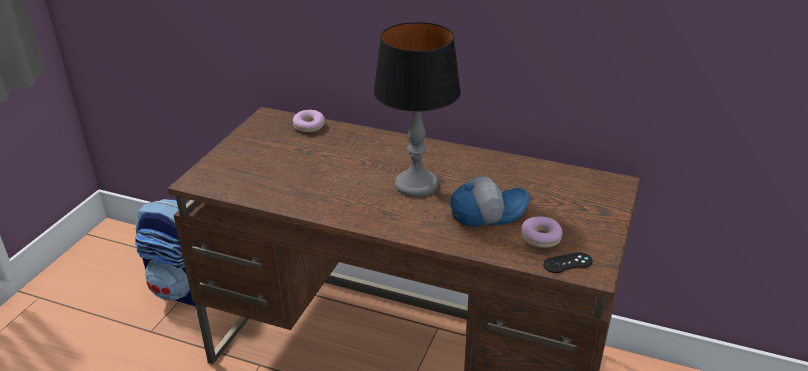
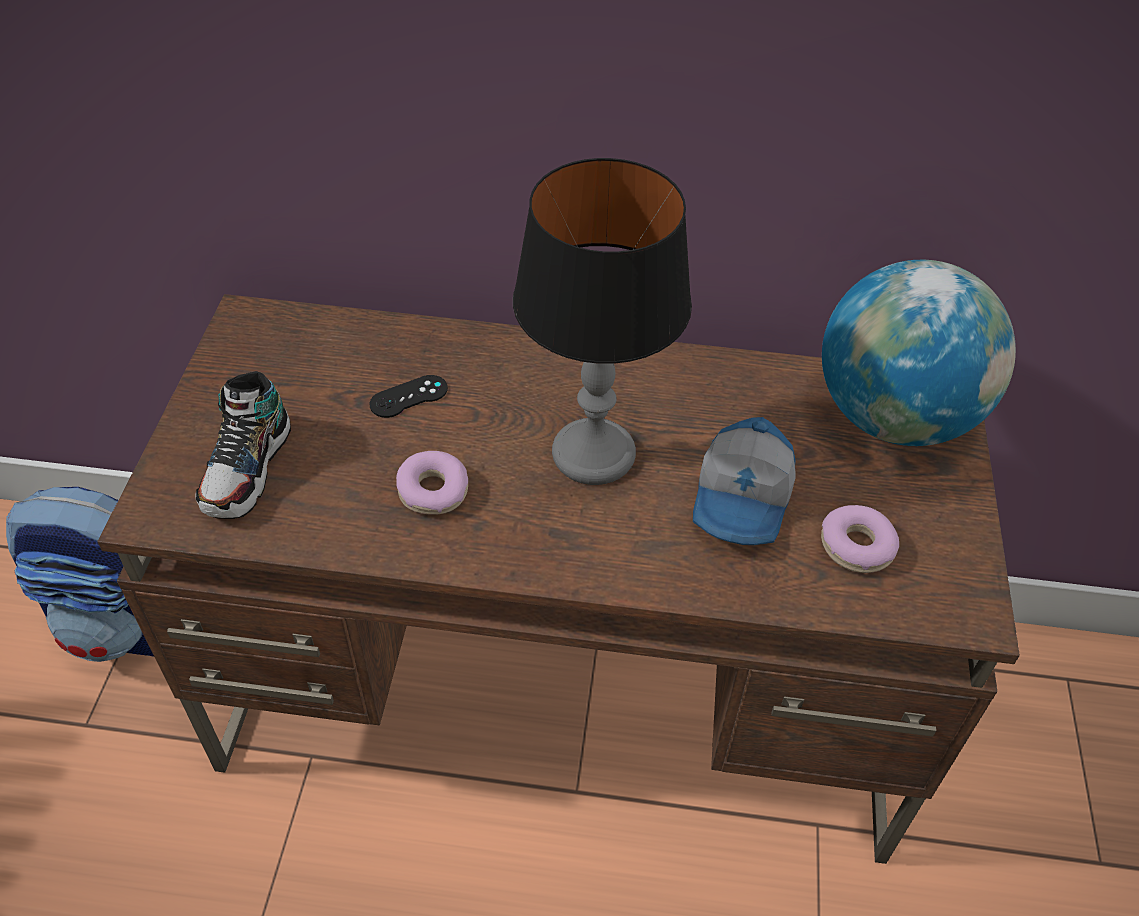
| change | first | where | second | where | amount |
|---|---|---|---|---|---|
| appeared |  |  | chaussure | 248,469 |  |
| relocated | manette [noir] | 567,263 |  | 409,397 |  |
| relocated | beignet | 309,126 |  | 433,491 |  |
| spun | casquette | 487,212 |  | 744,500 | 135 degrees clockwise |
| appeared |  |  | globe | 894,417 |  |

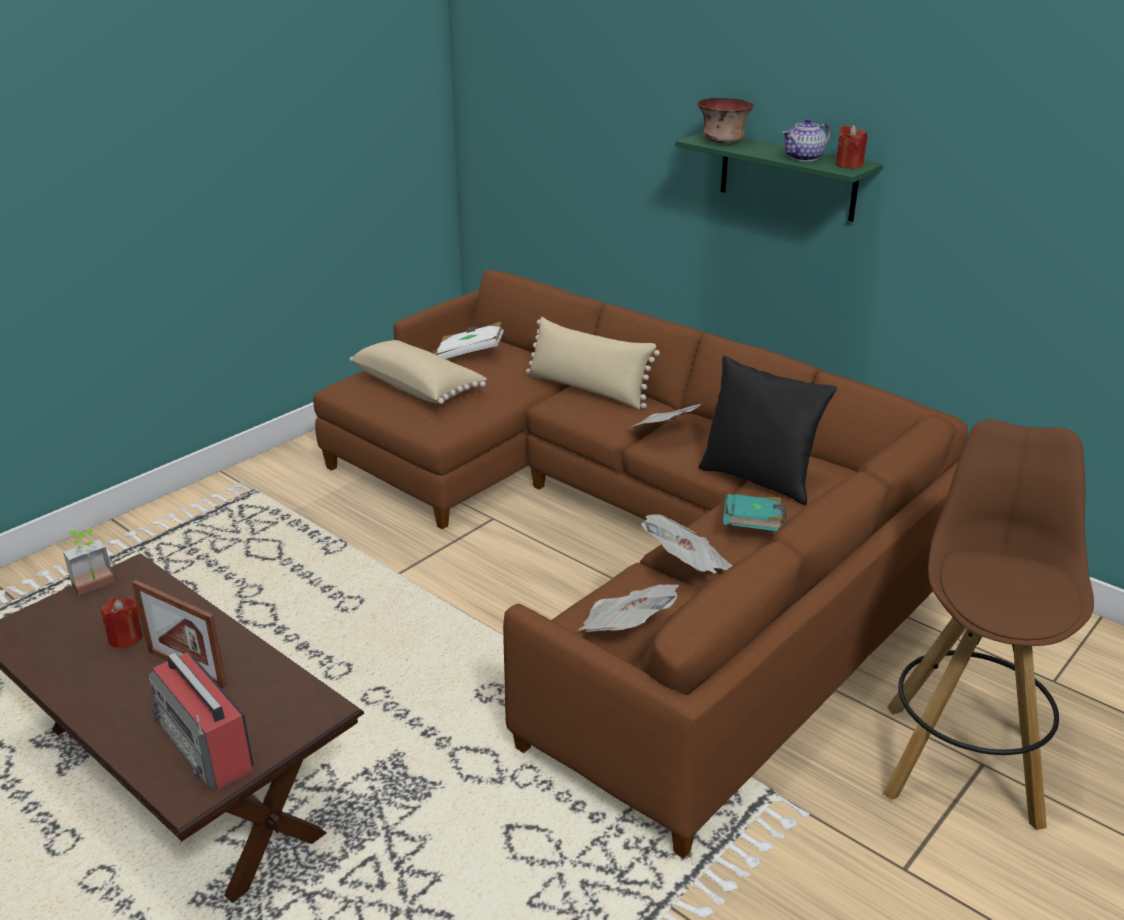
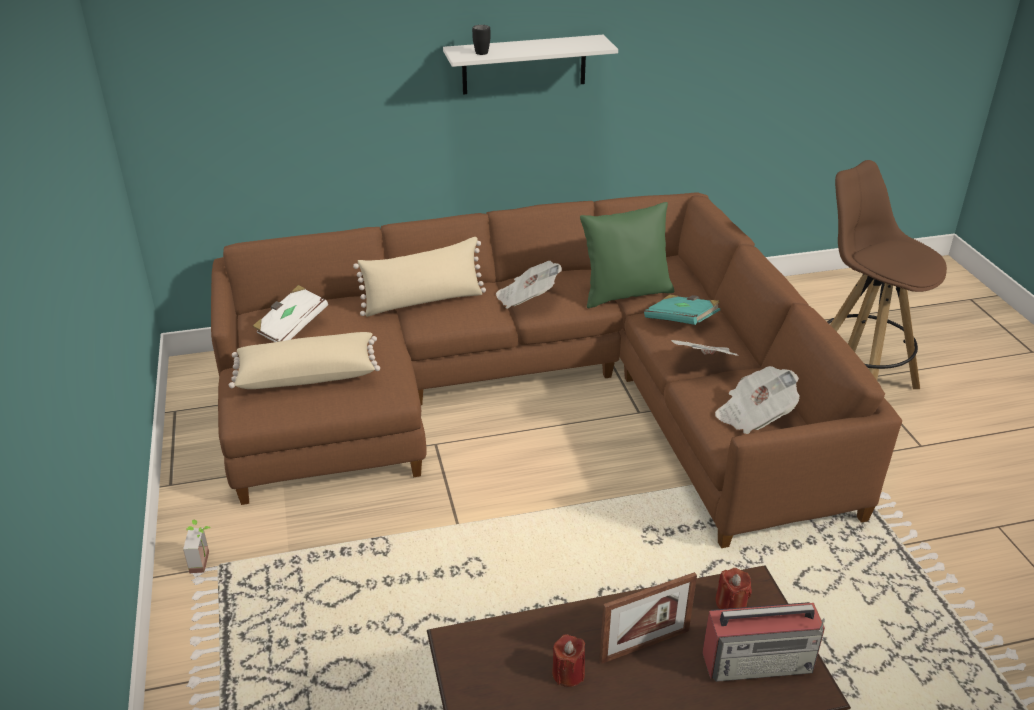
| change | first | where | second | where | amount |
|---|---|---|---|---|---|
| relocated | plante en pot | 96,587 |  | 205,562 |  |
| colour | étagère [vert] | 787,176 | étagère [blanc] | 524,64 |  |
| exchanged | bol | 722,141 | mug [noir] | 480,51 |  |
| colour | coussin [noir] | 758,479 | coussin [vert] | 625,294 |  |
| relocated | bougie [rouge] | 849,165 |  | 731,604 |  |
| missing | théière | 804,158 |  |  |  |

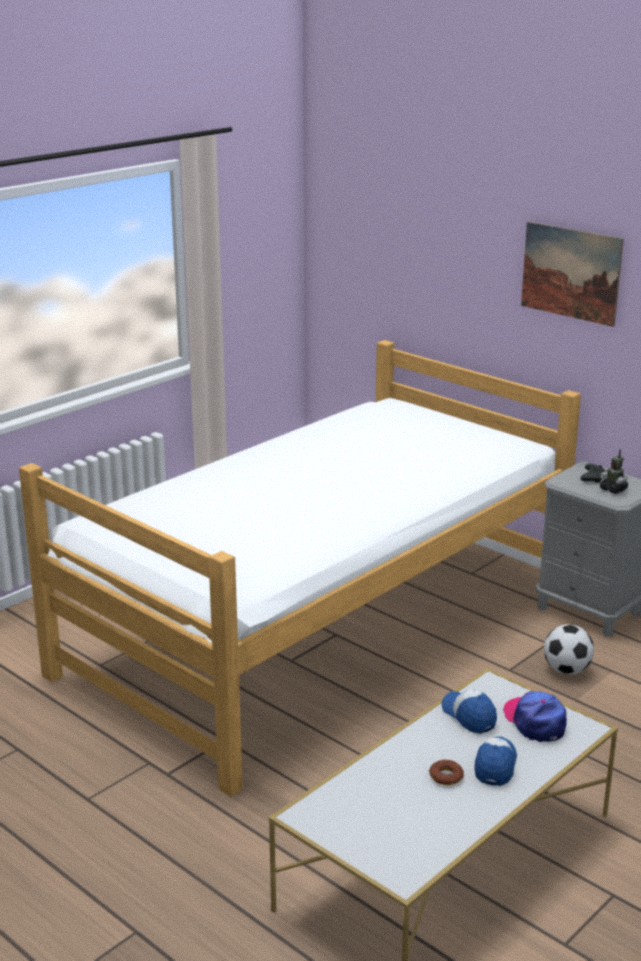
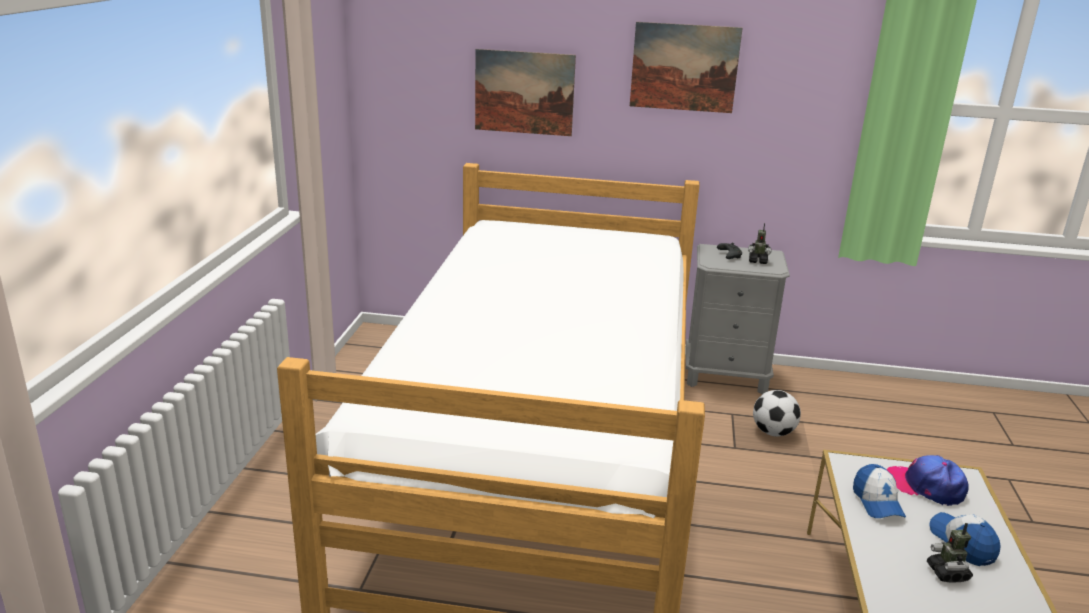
| change | first | where | second | where | amount |
|---|---|---|---|---|---|
| appeared |  |  | tableau | 524,92 |  |
| spun | casquette | 469,716 |  | 877,502 | 120 degrees counterclockwise |
| exchanged | beignet | 446,776 | robot jouet | 947,573 |  |

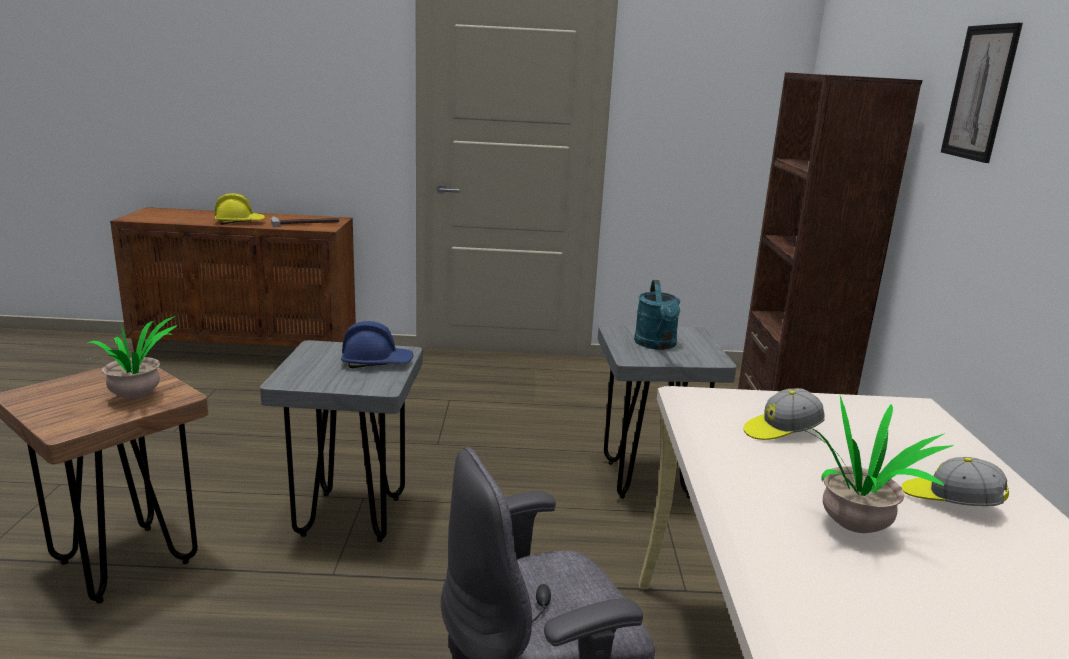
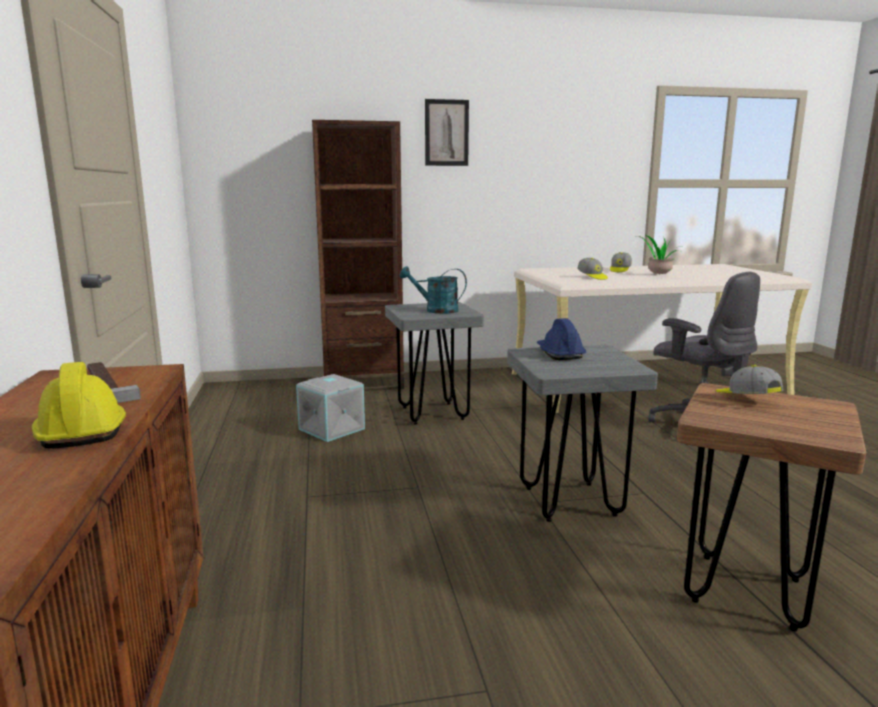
| change | first | where | second | where | amount |
|---|---|---|---|---|---|
| appeared |  |  | boîte de rangement [gris] | 333,429 |  |
| spun | arrosoir [turquoise] | 657,345 |  | 436,310 | 150 degrees counterclockwise |
| exchanged | plante en pot | 139,398 | casquette | 746,399 |  |

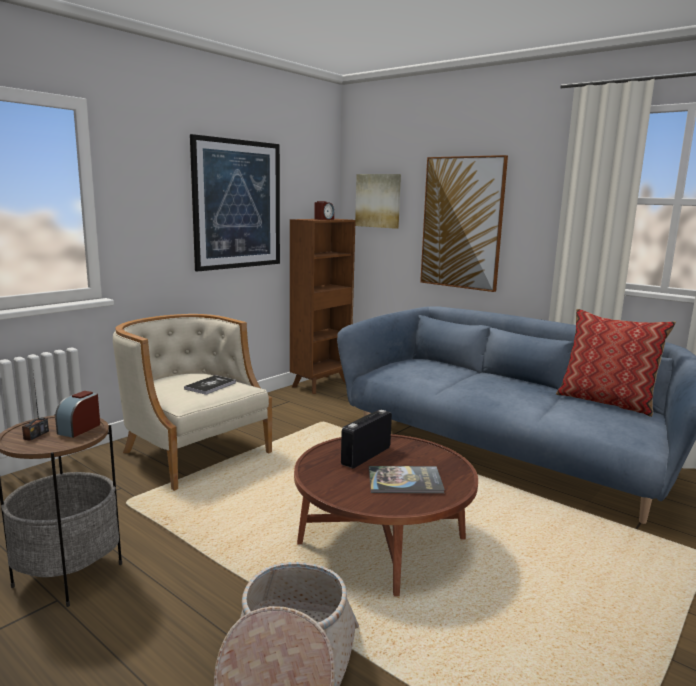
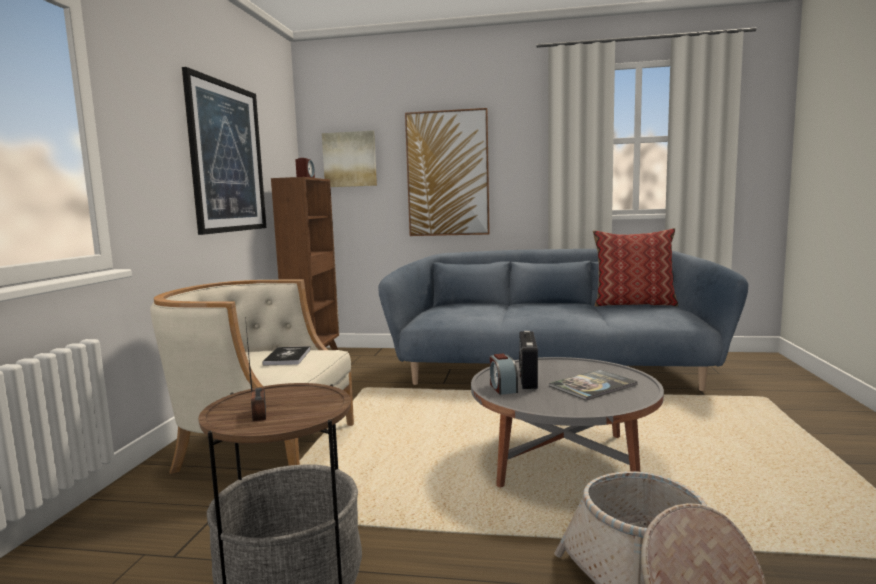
| change | first | where | second | where | amount |
|---|---|---|---|---|---|
| colour | table basse [marron] | 382,542 | table basse [gris] | 563,460 |  |
| relocated | réveil | 79,429 |  | 502,388 |  |

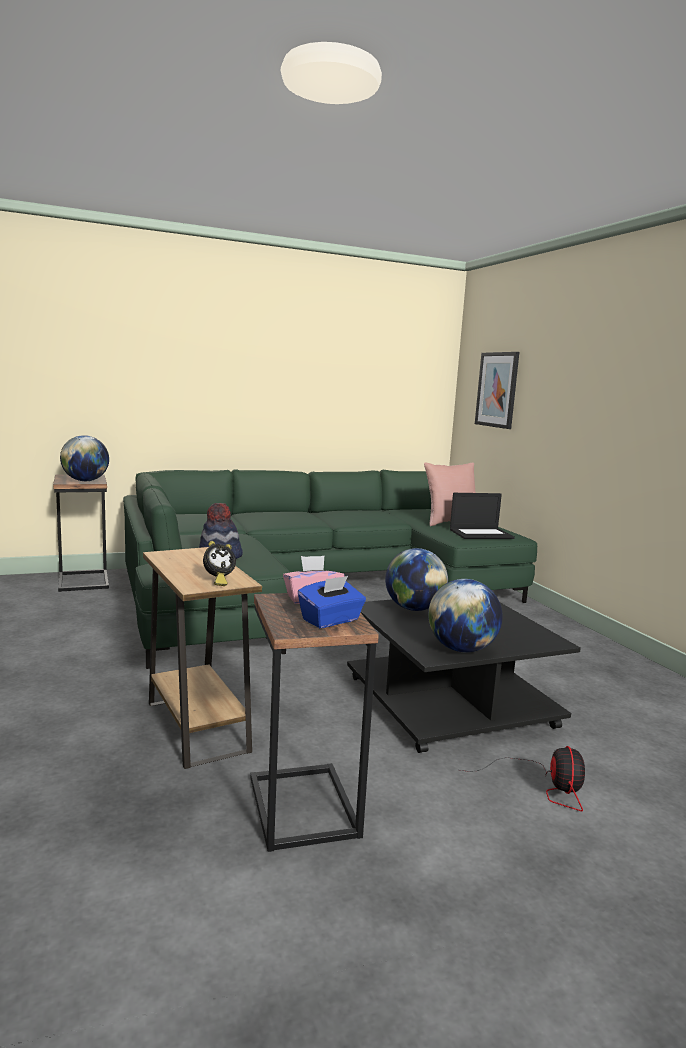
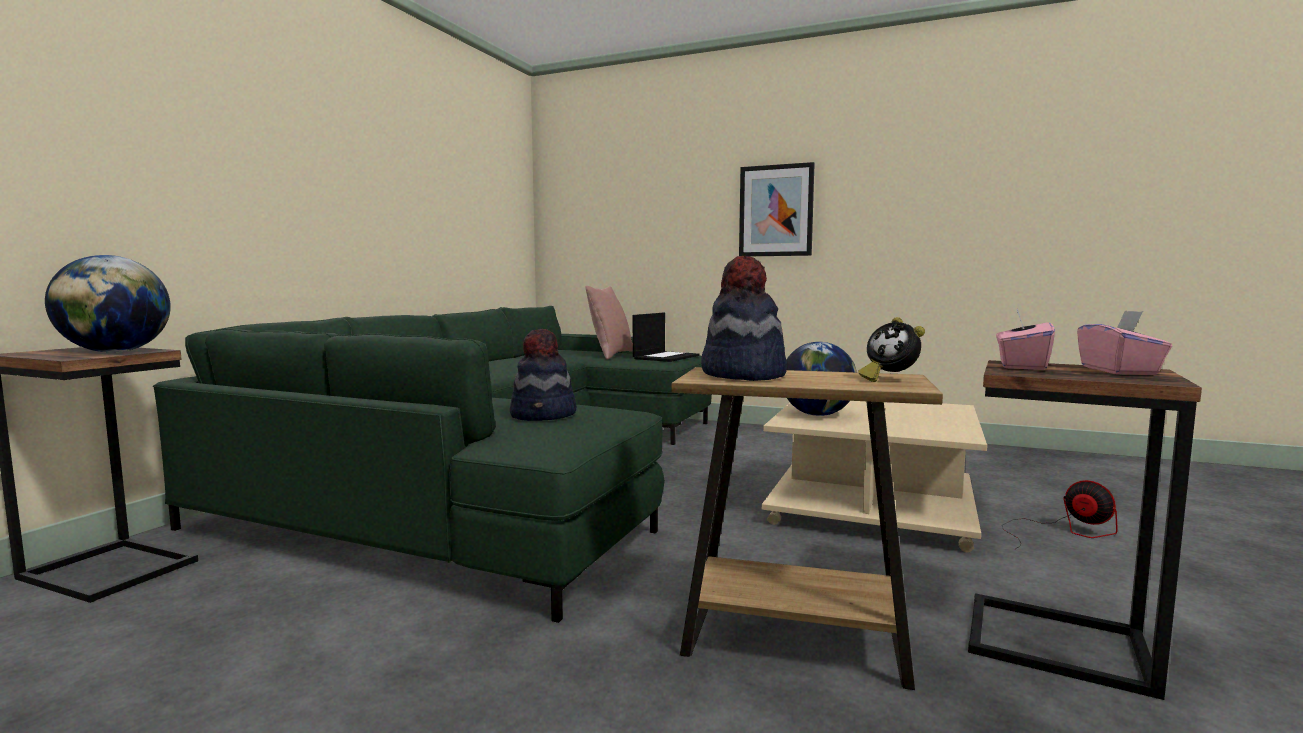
| change | first | where | second | where | amount |
|---|---|---|---|---|---|
| appeared |  |  | chapeau | 742,375 |  |
| relocated | tableau | 497,389 |  | 776,211 |  |
| colour | table basse [noir] | 451,701 | table basse [beige] | 870,506 |  |
| spun | réveil | 218,581 |  | 889,380 | 135 degrees clockwise |
| colour | boîte à mouchoirs [bleu] | 331,620 | boîte à mouchoirs [rose] | 1119,371 |  |
| missing | globe | 461,649 |  |  |  |

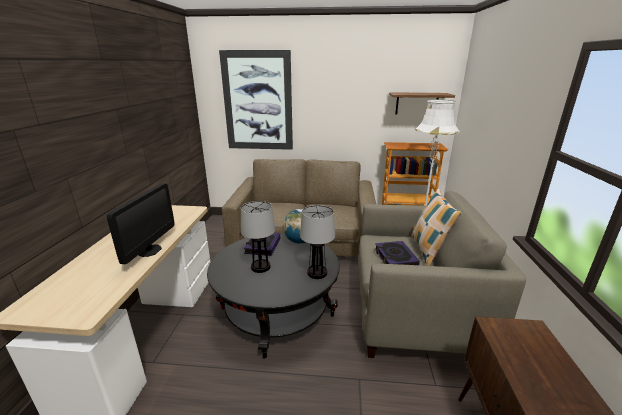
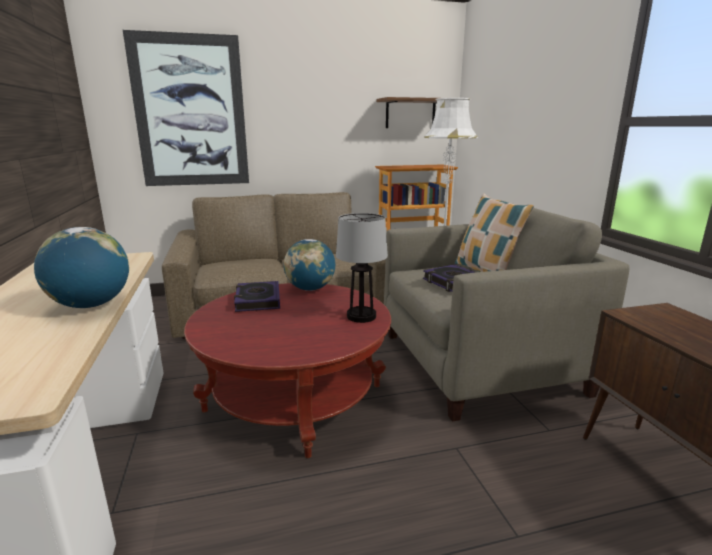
| change | first | where | second | where | amount |
|---|---|---|---|---|---|
| exchanged | écran d'ordinateur | 149,250 | globe | 91,305 |  |
| colour | table basse [noir] | 277,311 | table basse [rouge] | 295,397 |  |
| missing | lampe de table | 260,267 |  |  |  |

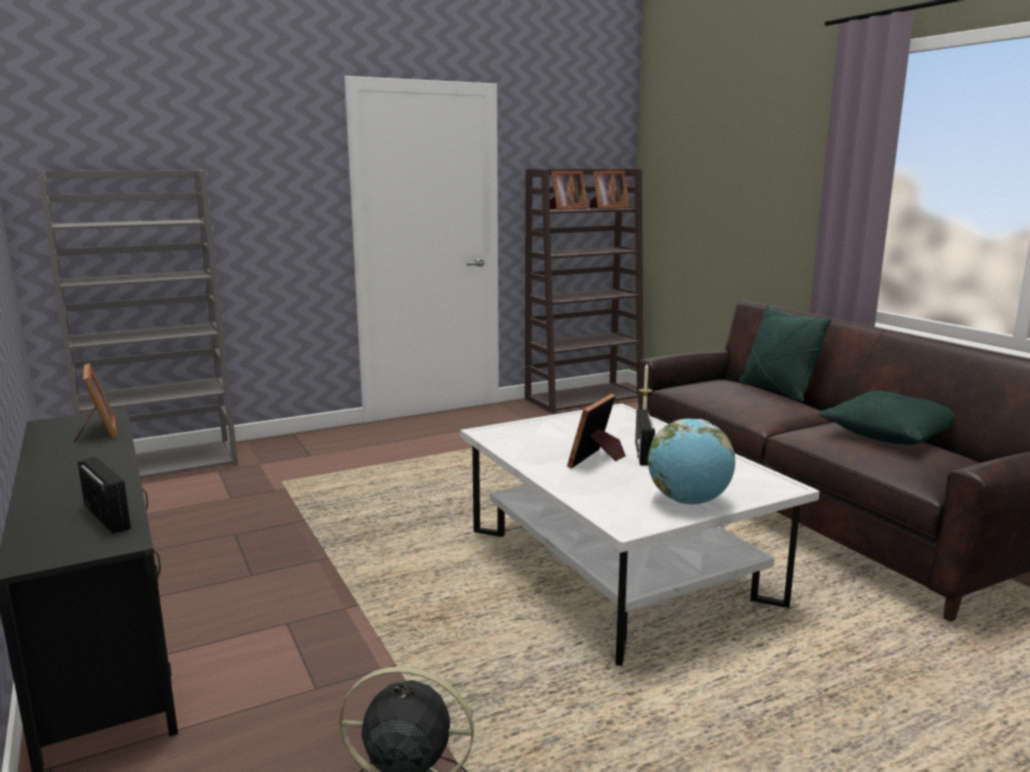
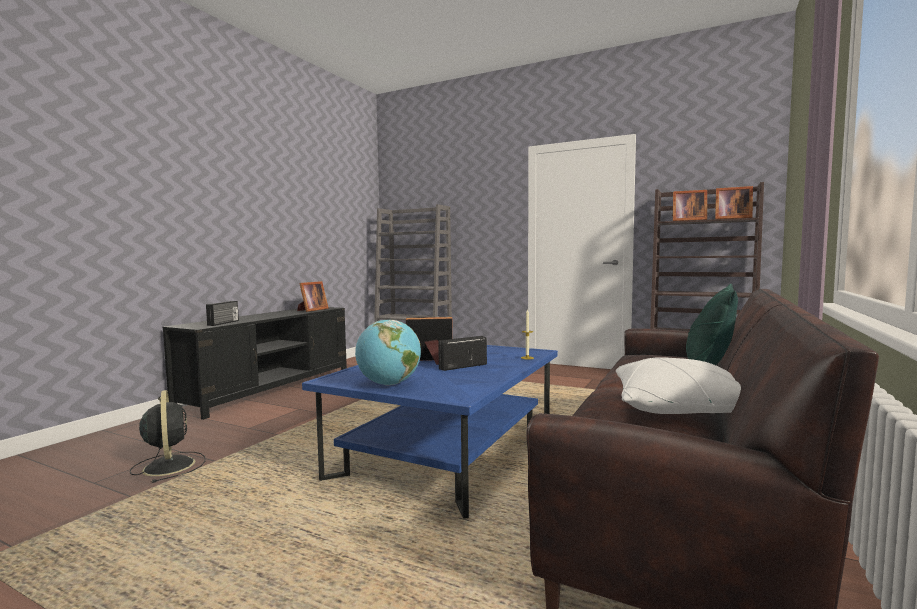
| change | first | where | second | where | amount |
|---|---|---|---|---|---|
| colour | table basse [blanc] | 617,566 | table basse [bleu] | 448,452 |  |
| colour | coussin [vert] | 889,434 | coussin [blanc] | 680,408 |  |

